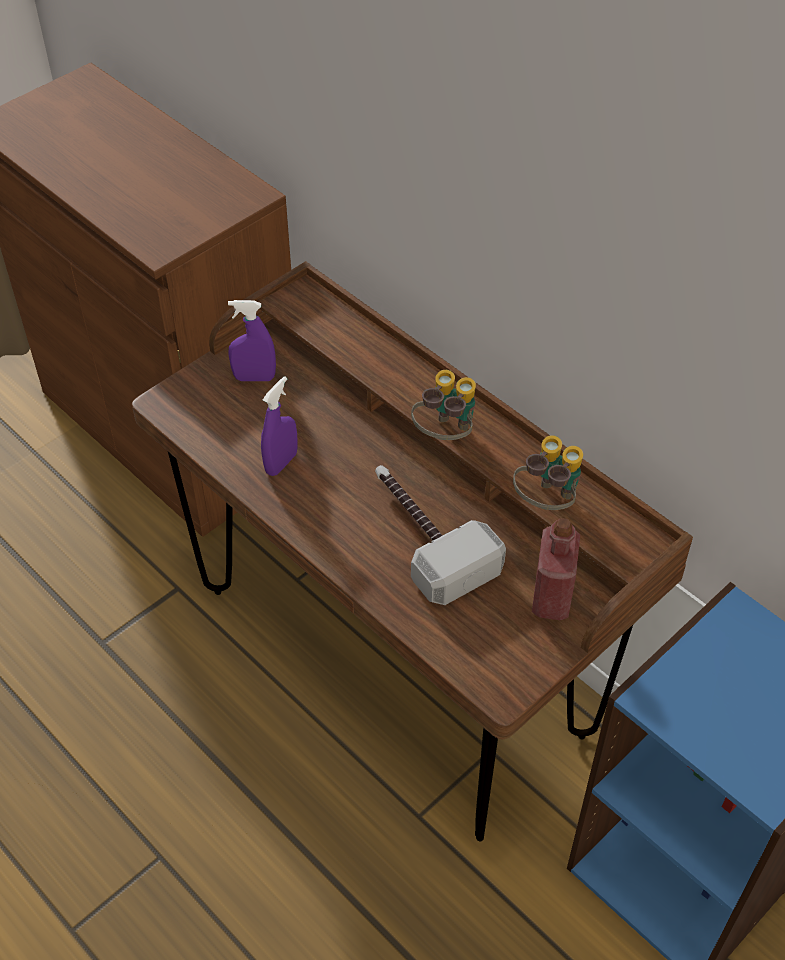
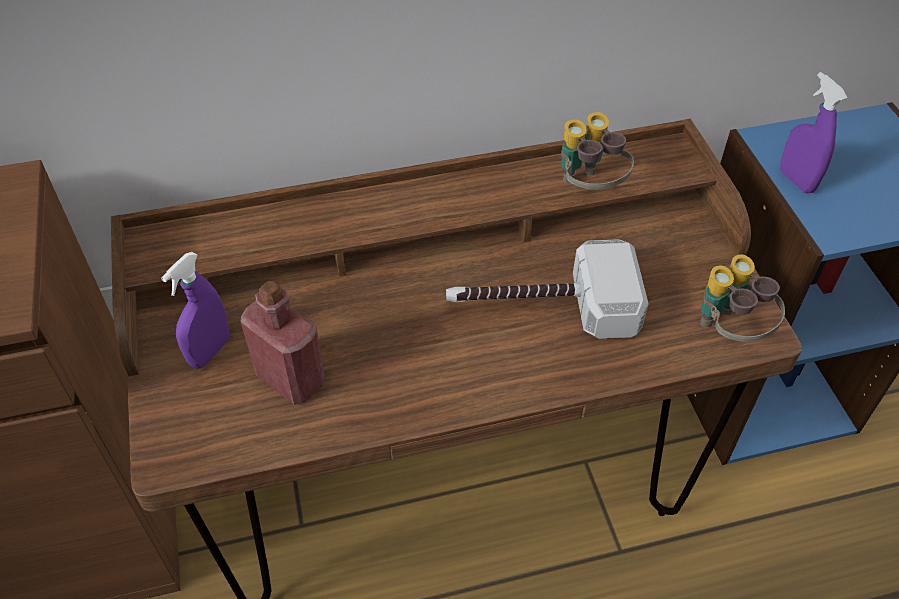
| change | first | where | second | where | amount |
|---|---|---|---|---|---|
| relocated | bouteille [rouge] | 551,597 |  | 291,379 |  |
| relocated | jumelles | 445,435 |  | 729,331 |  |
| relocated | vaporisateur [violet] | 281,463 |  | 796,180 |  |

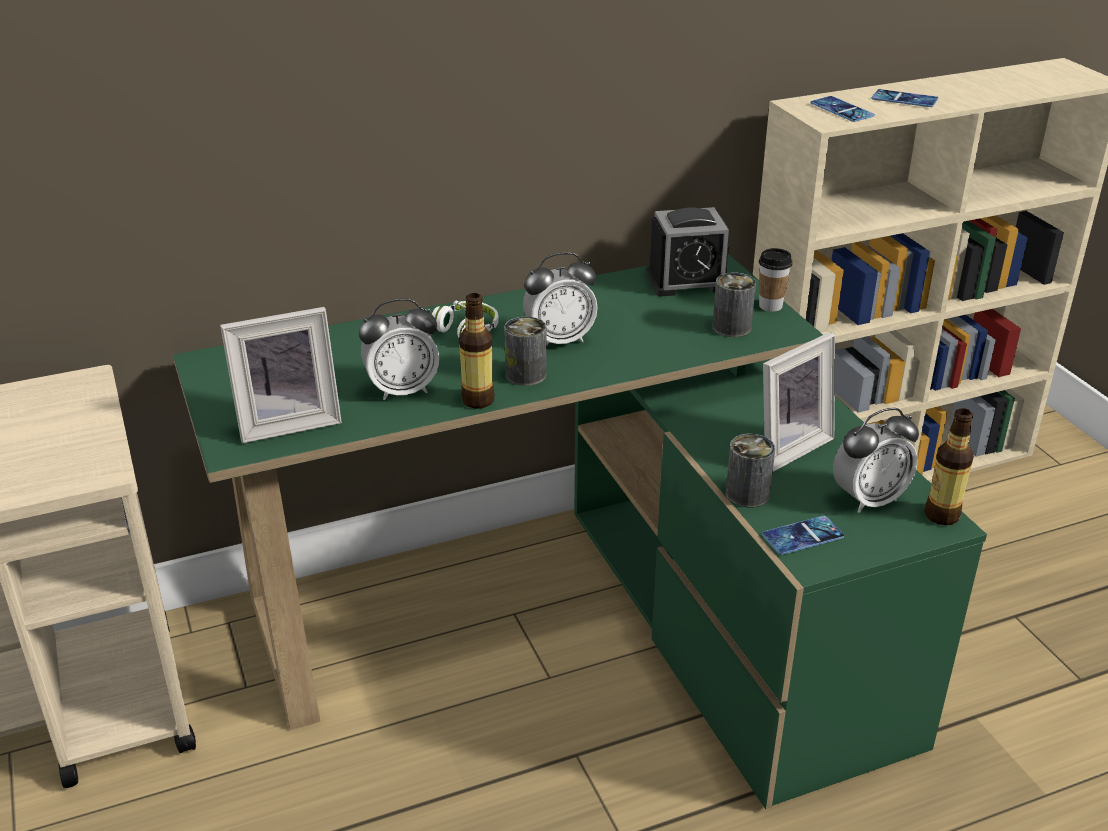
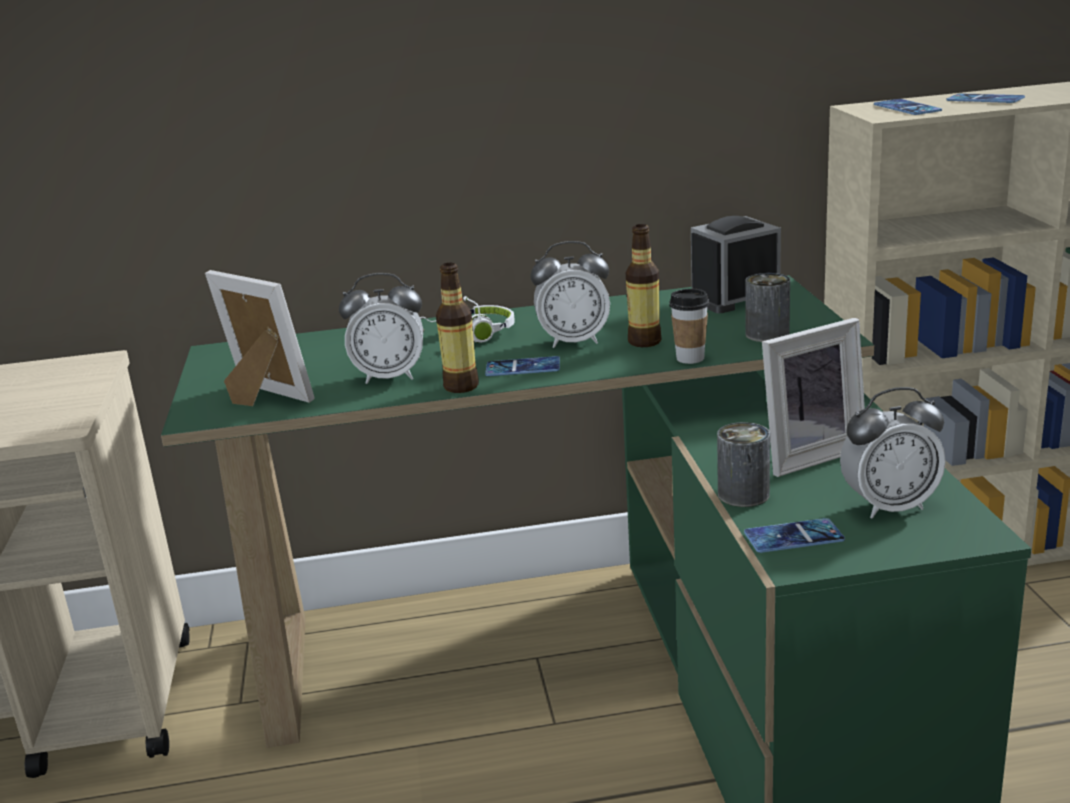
| change | first | where | second | where | amount |
|---|---|---|---|---|---|
| spun | cadre photo | 288,422 |  | 262,398 | 135 degrees counterclockwise |
| exchanged | boîte métallique | 526,374 | téléphone | 523,367 |  |
| relocated | bouteille | 941,515 |  | 644,342 |  |
| relocated | tasse | 770,306 |  | 690,358 |  |
| spun | réveil | 687,281 |  | 735,298 | 150 degrees clockwise |

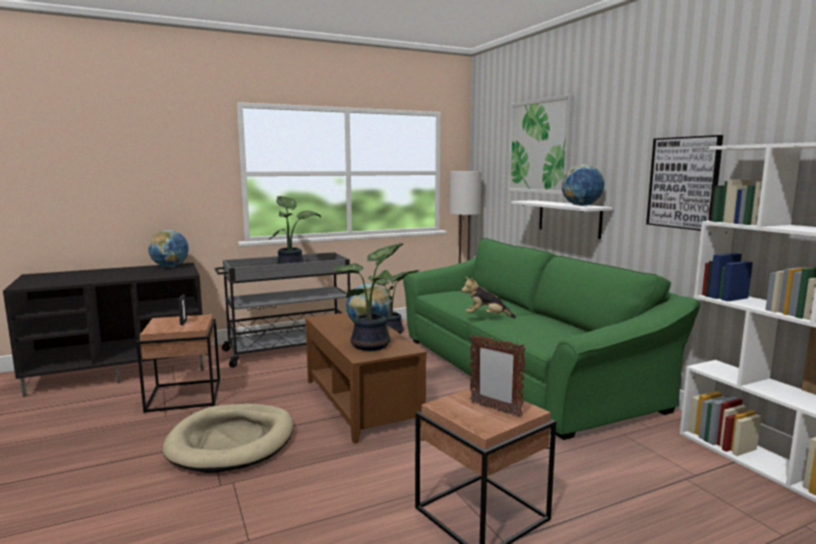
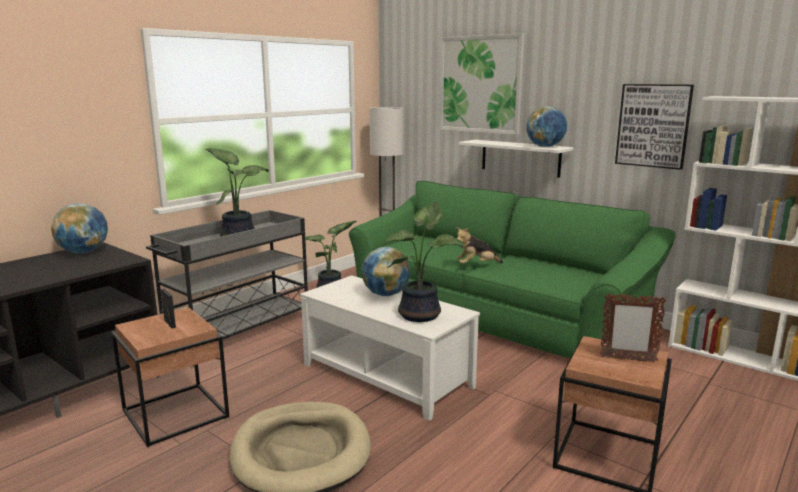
| change | first | where | second | where | amount |
|---|---|---|---|---|---|
| colour | table basse [marron] | 361,402 | table basse [blanc] | 387,376 |  |

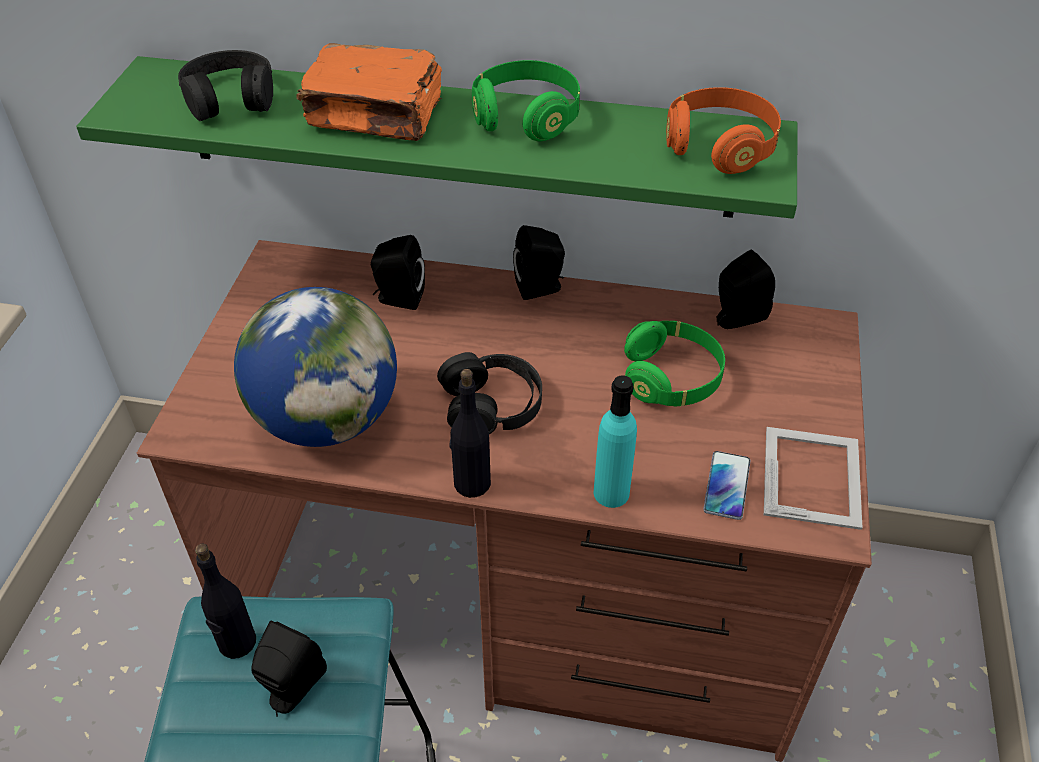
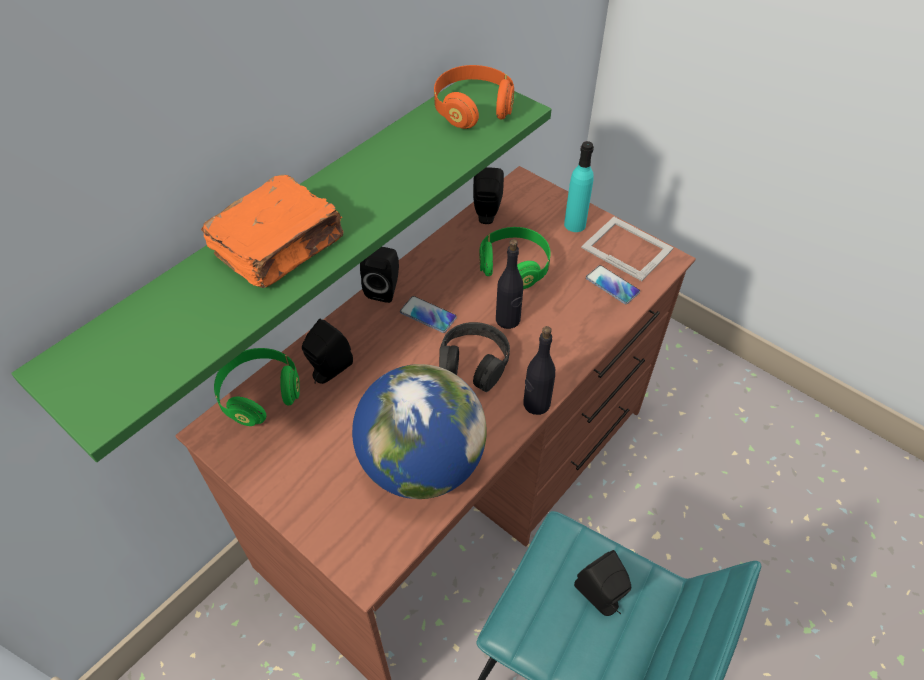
| change | first | where | second | where | amount |
|---|---|---|---|---|---|
| relocated | casque audio [vert] | 526,118 |  | 260,394 |  |
| appeared |  |  | téléphone | 428,315 |  |
| relocated | bouteille [noir] | 237,642 |  | 508,320 |  |
| relocated | bouteille [turquoise] | 611,493 |  | 574,224 |  |
| missing | casque audio [noir] | 230,97 |  |  |  |

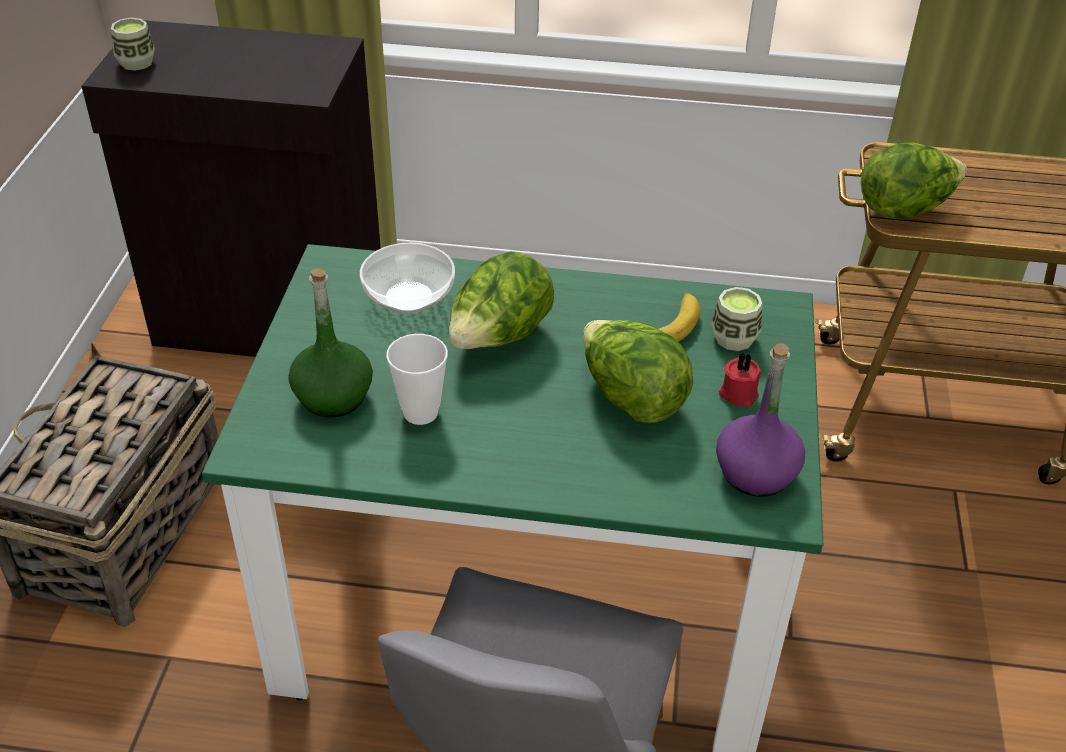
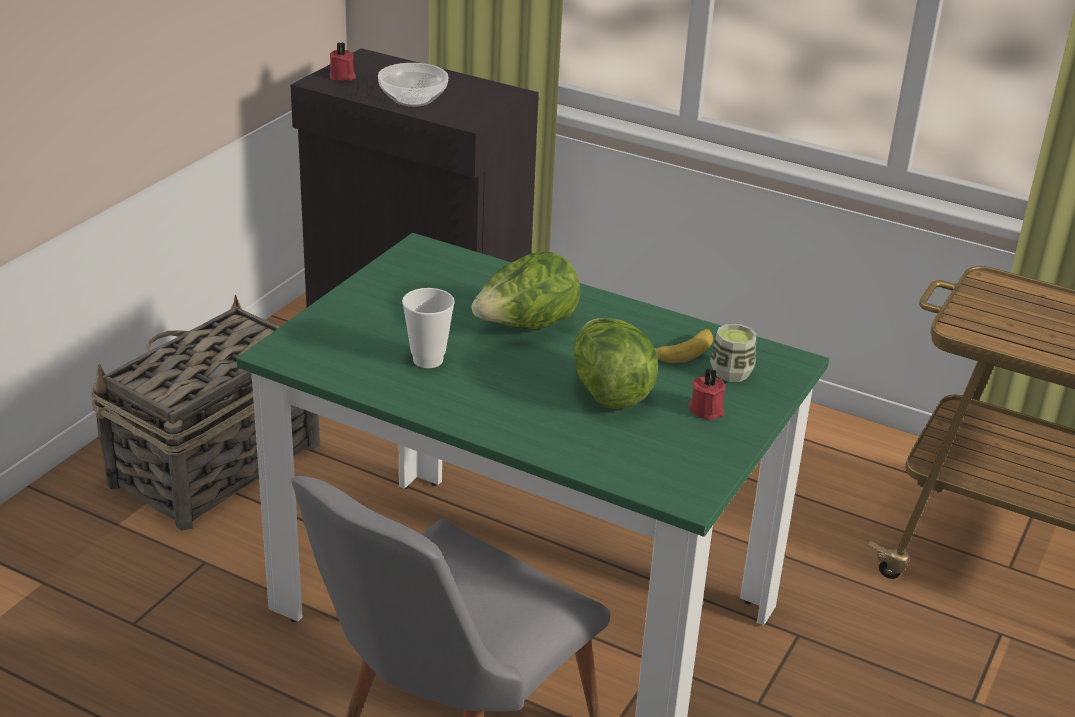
| change | first | where | second | where | amount |
|---|---|---|---|---|---|
| exchanged | tasse | 136,63 | bougie [rouge] | 342,77 |  |
| relocated | bol | 408,296 |  | 413,99 |  |
| missing | bouteille [vert] | 333,396 |  |  |  |
| missing | bouteille [violet] | 756,474 |  |  |  |
| missing | laitue | 904,209 |  |  |  |

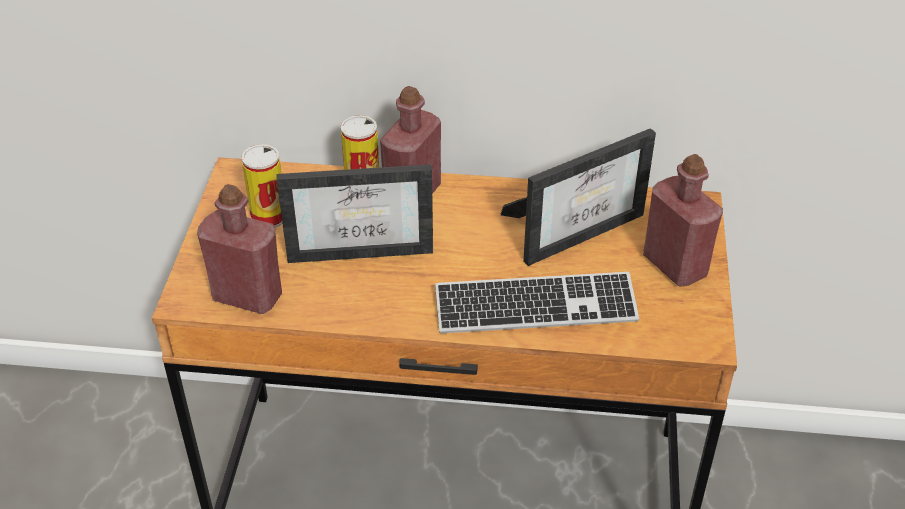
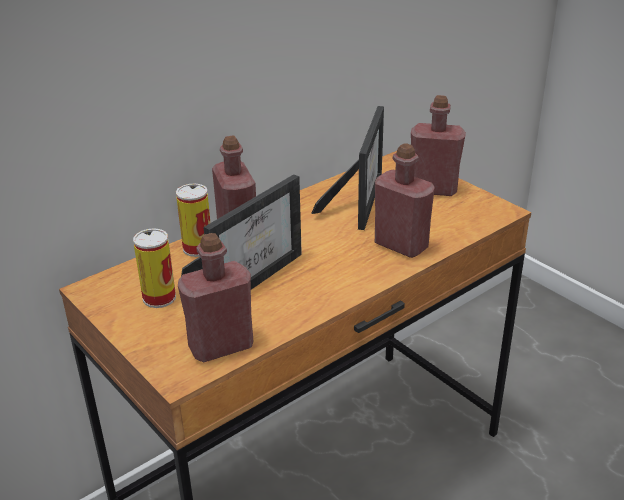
| change | first | where | second | where | amount |
|---|---|---|---|---|---|
| exchanged | clavier | 535,307 | bouteille [rouge] | 401,245 |  |

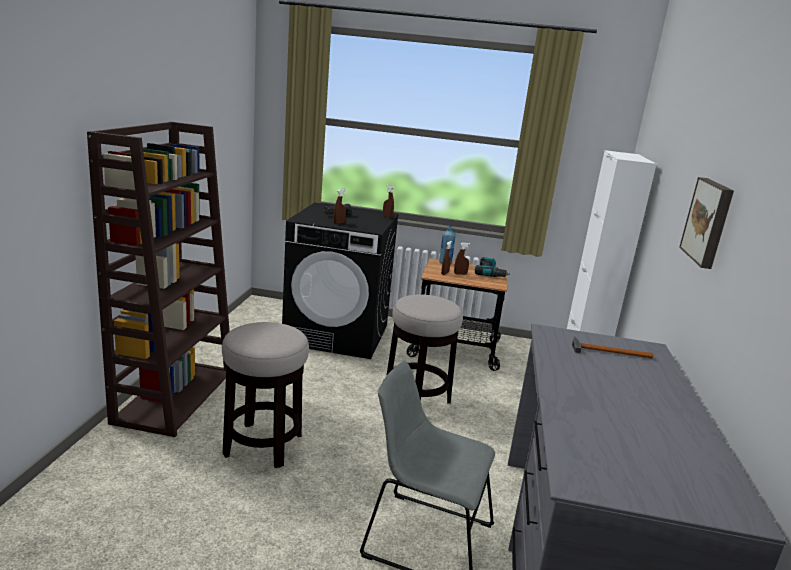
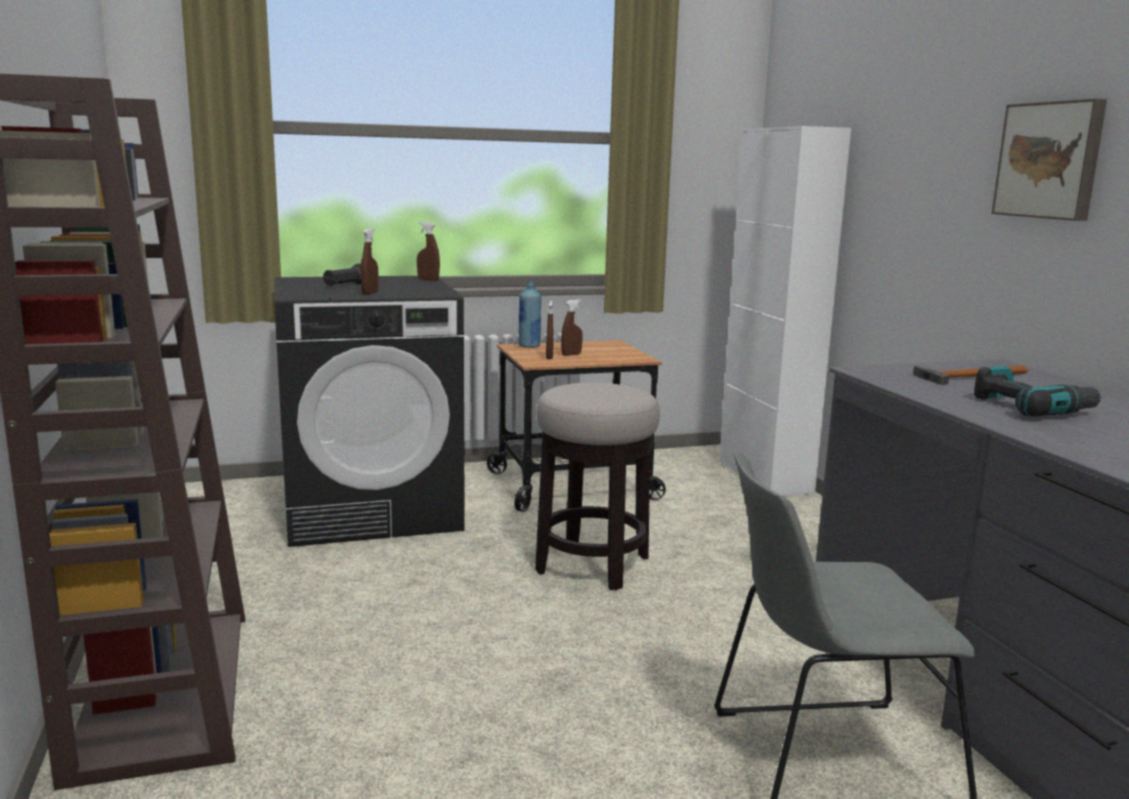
| change | first | where | second | where | amount |
|---|---|---|---|---|---|
| relocated | perceuse | 490,273 |  | 1031,408 |  |
| missing | tabouret | 263,445 |  |  |  |

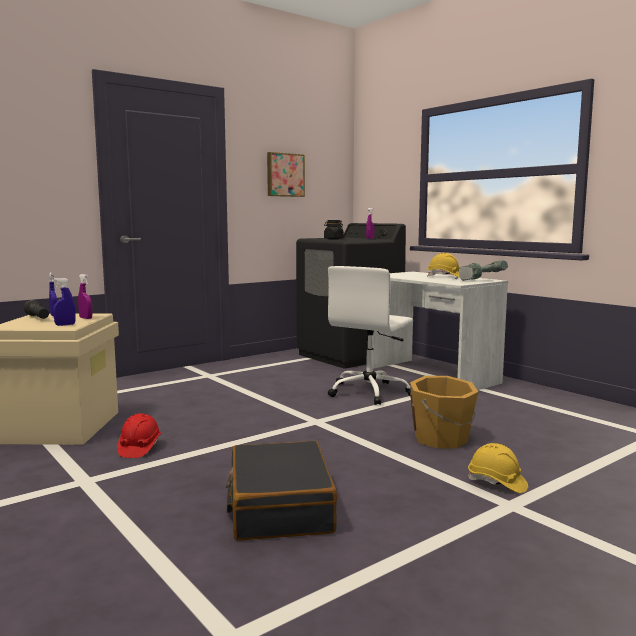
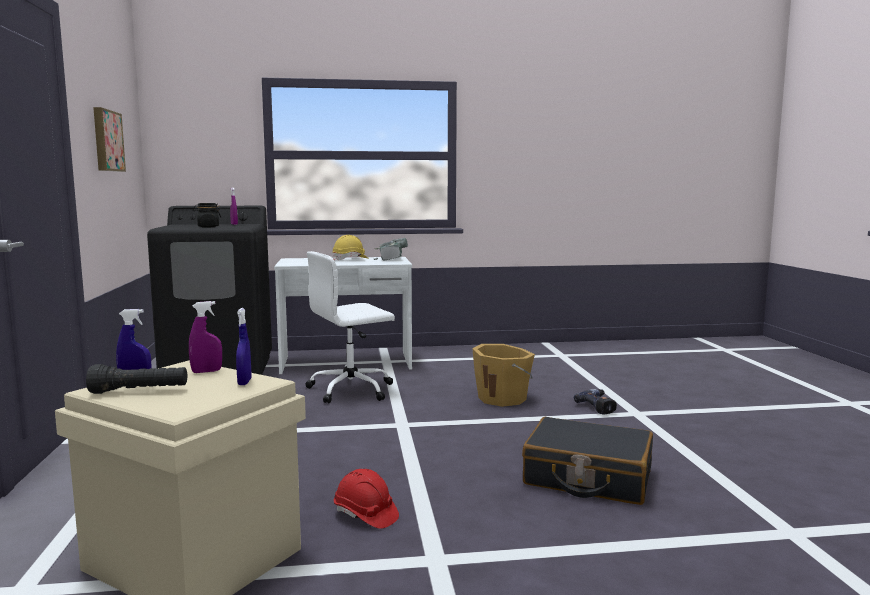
| change | first | where | second | where | amount |
|---|---|---|---|---|---|
| spun | chaise de bureau [blanc] | 370,392 |  | 352,390 | 90 degrees clockwise |
| exchanged | casque de chantier [jaune] | 497,483 | perceuse | 599,407 |  |

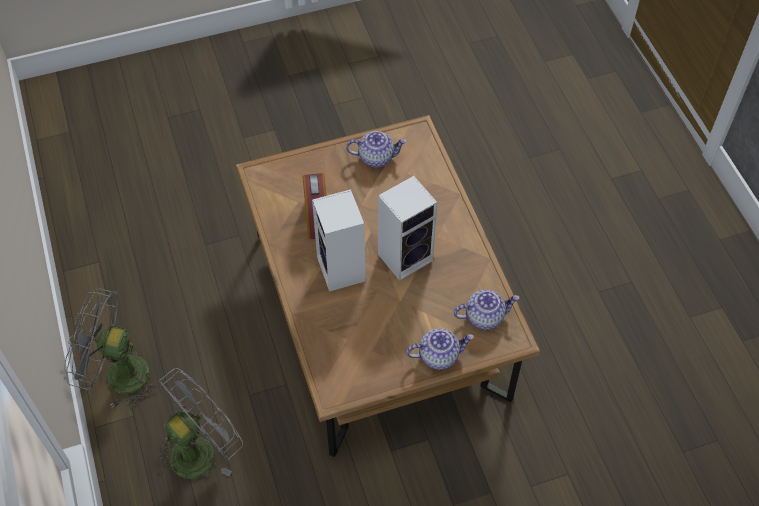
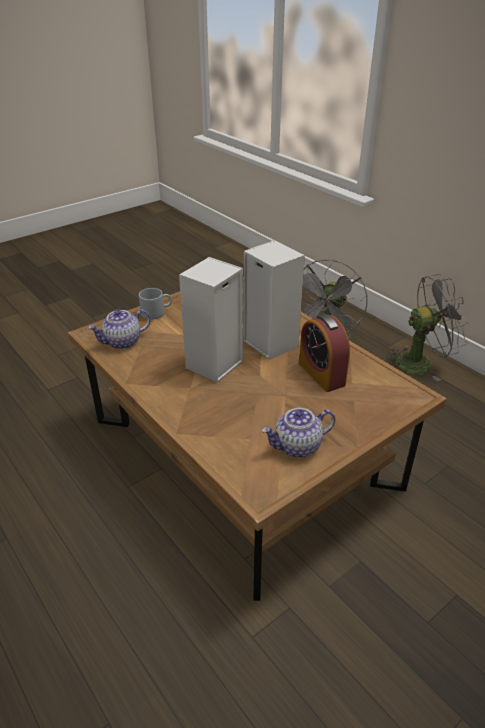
| change | first | where | second | where | amount |
|---|---|---|---|---|---|
| exchanged | théière | 439,355 | mug [gris] | 156,312 |  |

